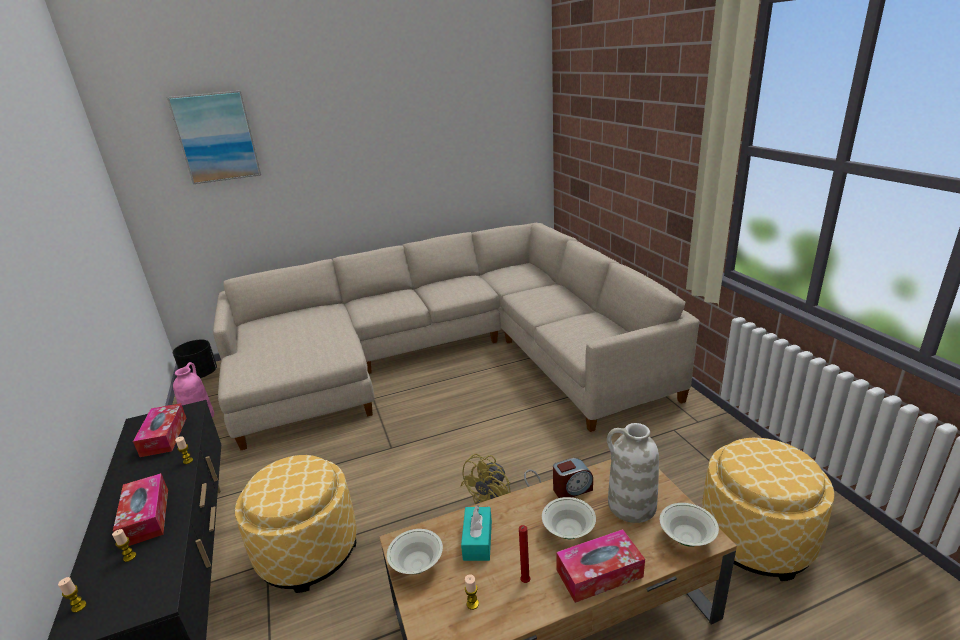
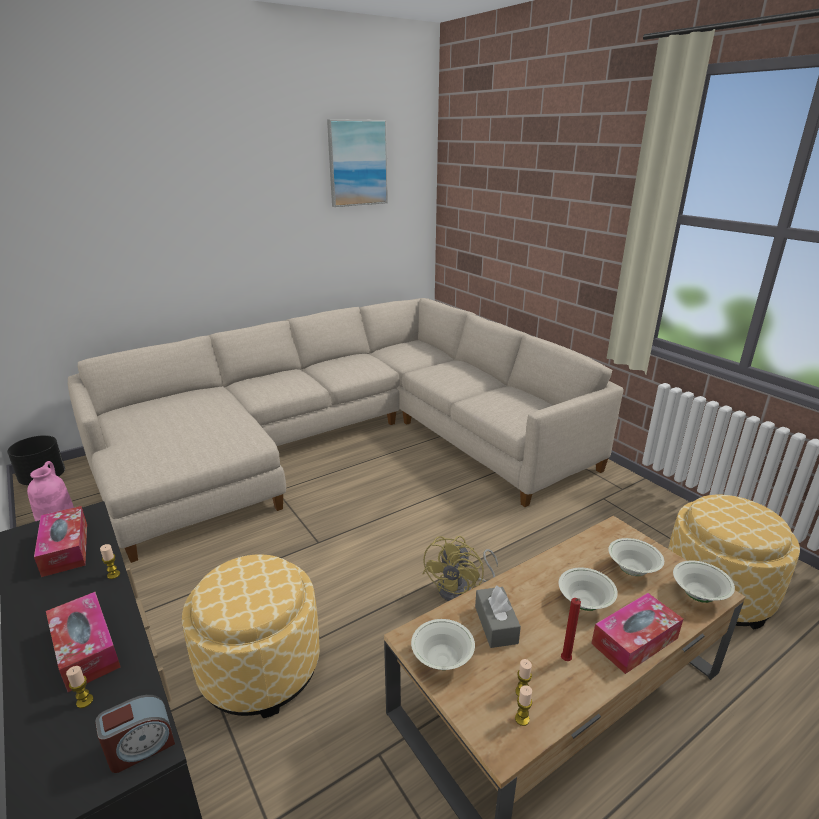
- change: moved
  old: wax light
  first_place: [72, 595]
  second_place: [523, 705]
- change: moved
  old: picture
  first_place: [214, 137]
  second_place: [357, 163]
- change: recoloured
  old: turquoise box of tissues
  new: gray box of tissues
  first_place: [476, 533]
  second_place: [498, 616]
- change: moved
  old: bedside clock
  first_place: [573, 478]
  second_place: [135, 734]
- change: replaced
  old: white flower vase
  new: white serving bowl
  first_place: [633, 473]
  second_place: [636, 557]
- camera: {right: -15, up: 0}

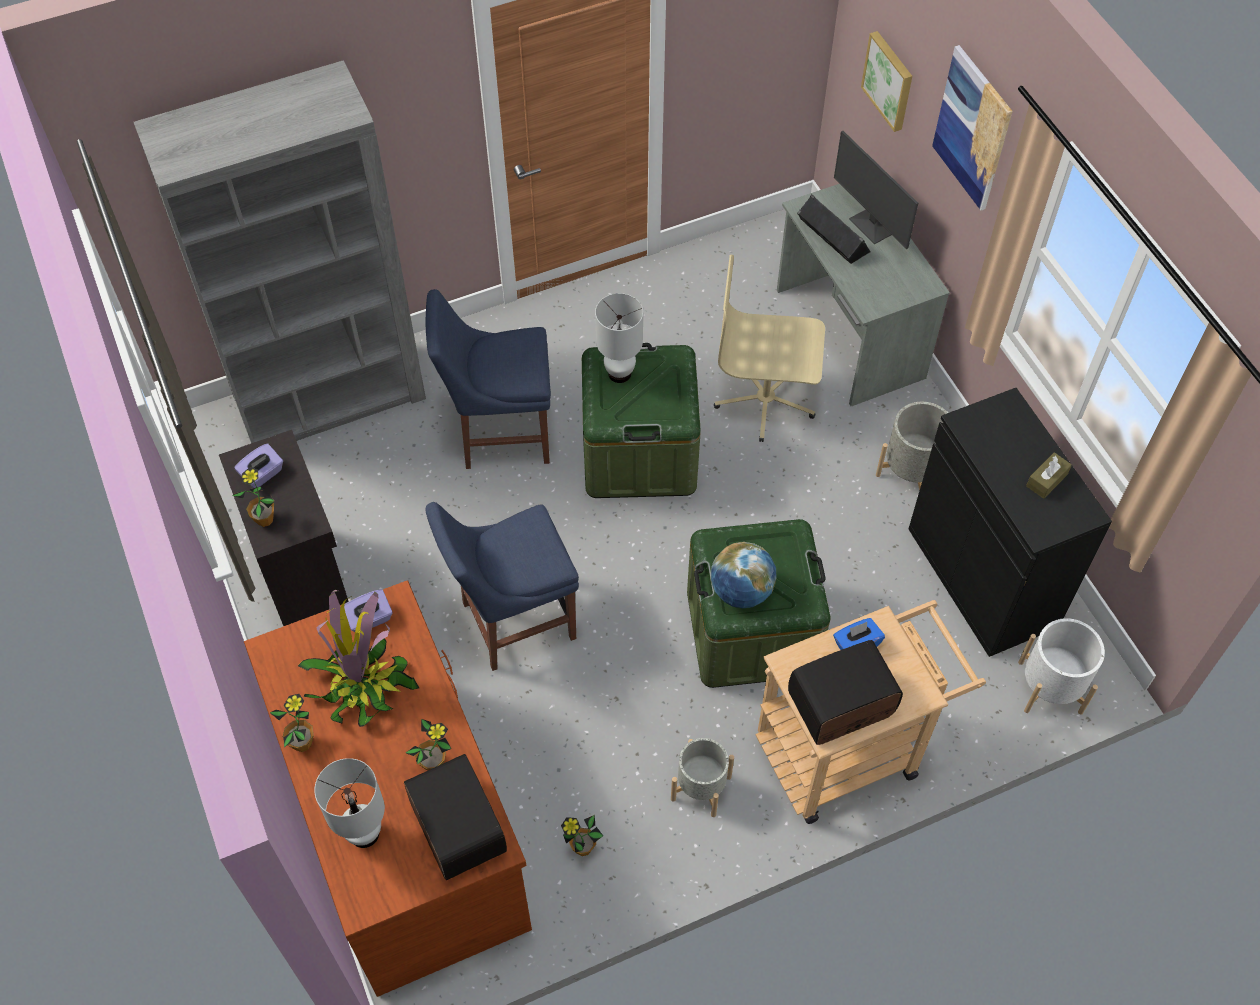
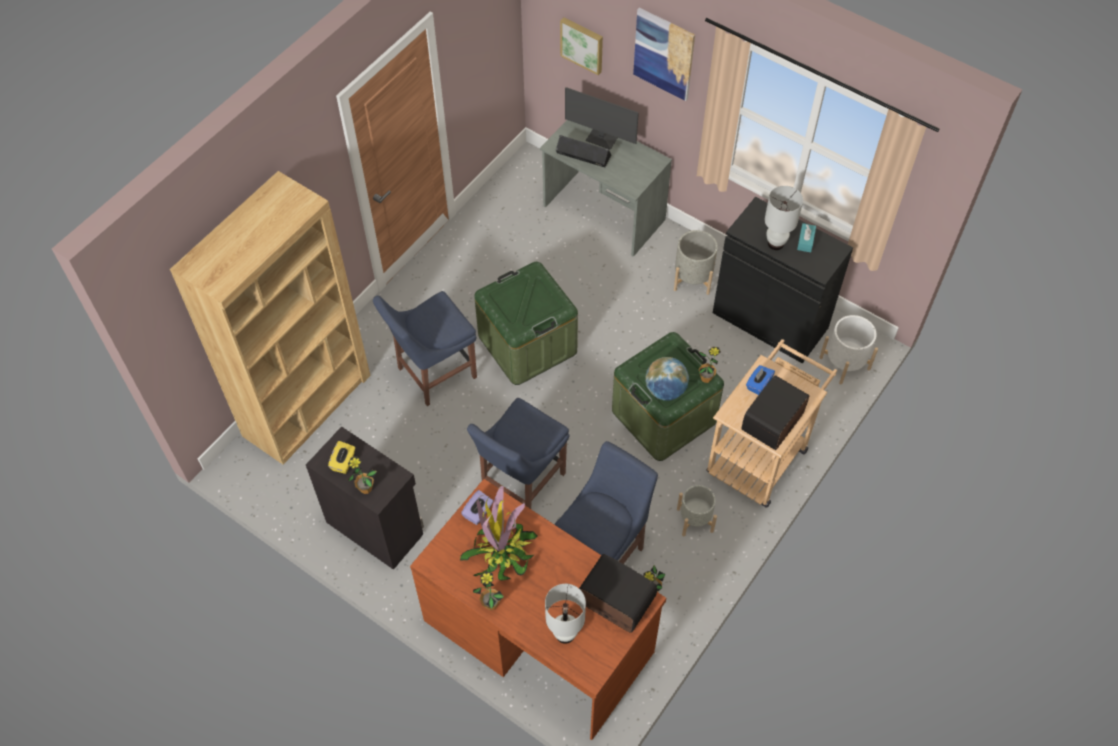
- change: recoloured
  old: gray bookshelf
  new: brown-coloured bookshelf
  first_place: [280, 251]
  second_place: [270, 317]
- change: recoloured
  old: purple box of tissues
  new: yellowish box of tissues
  first_place: [258, 465]
  second_place: [342, 457]
- change: moved
  old: potted plant
  first_place: [428, 745]
  second_place: [709, 365]
- change: moved
  old: white tabletop lamp
  first_place: [619, 338]
  second_place: [784, 218]
- change: removed
  old: beige computer chair
  first_place: [769, 348]
- change: recoloured
  old: brown-coloured box of tissues
  new: turquoise box of tissues
  first_place: [1049, 475]
  second_place: [806, 237]
- change: added
  new: blue-coloured plain chair
  second_place: [606, 502]
- camera: {right: -30, up: 0}

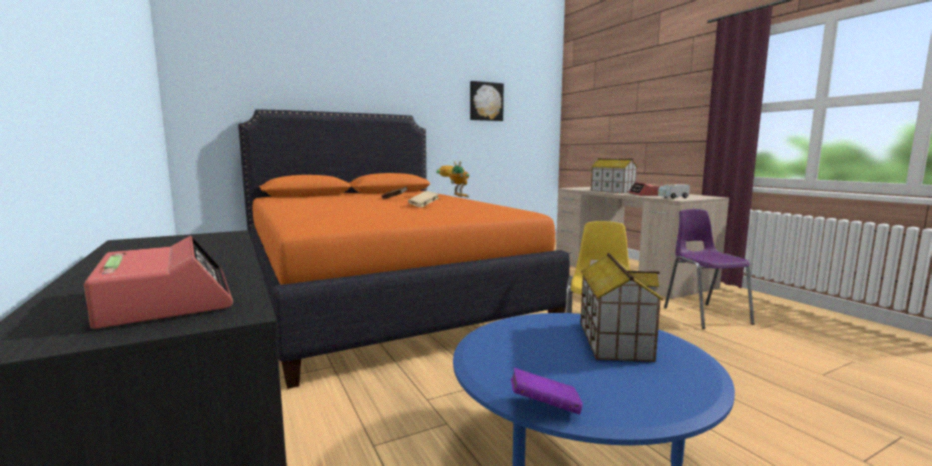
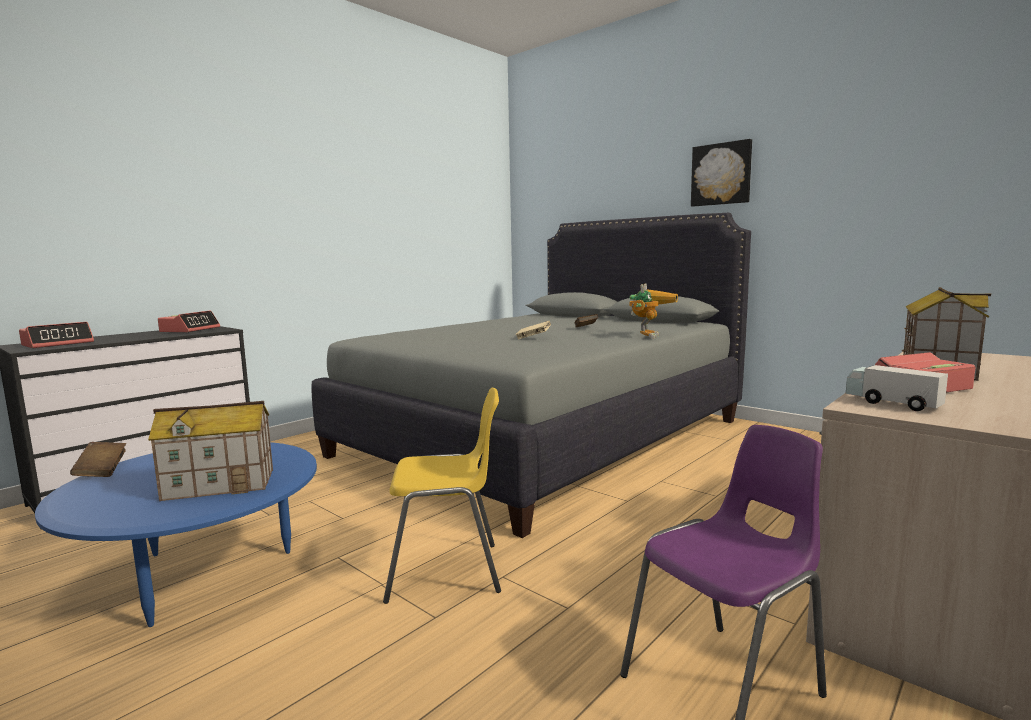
- change: recoloured
  old: orange-coloured bed
  new: gray bed
  first_place: [404, 249]
  second_place: [531, 375]
- change: moved
  old: picture
  first_place: [487, 101]
  second_place: [721, 173]
- change: recoloured
  old: purple bound book
  new: brown-coloured bound book
  first_place: [547, 391]
  second_place: [98, 459]
- change: added
  new: bedside clock
  second_place: [189, 322]
- camera: {right: 70, up: 0}

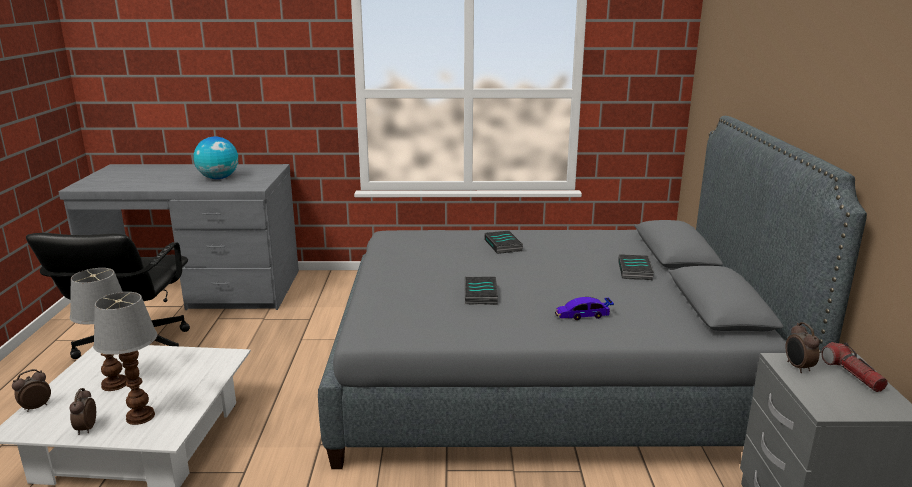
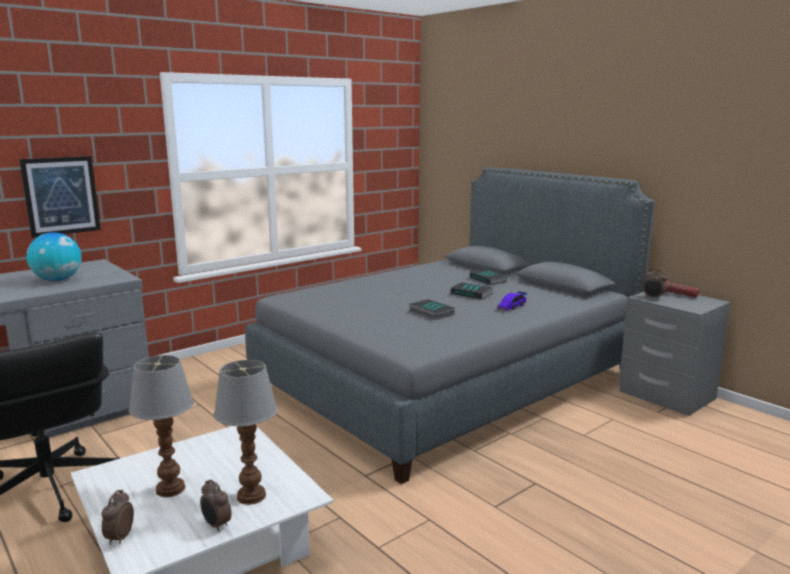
- change: moved
  old: bound book
  first_place: [503, 242]
  second_place: [472, 291]
- change: added
  new: picture
  second_place: [60, 197]
- camera: {right: -40, up: -5}

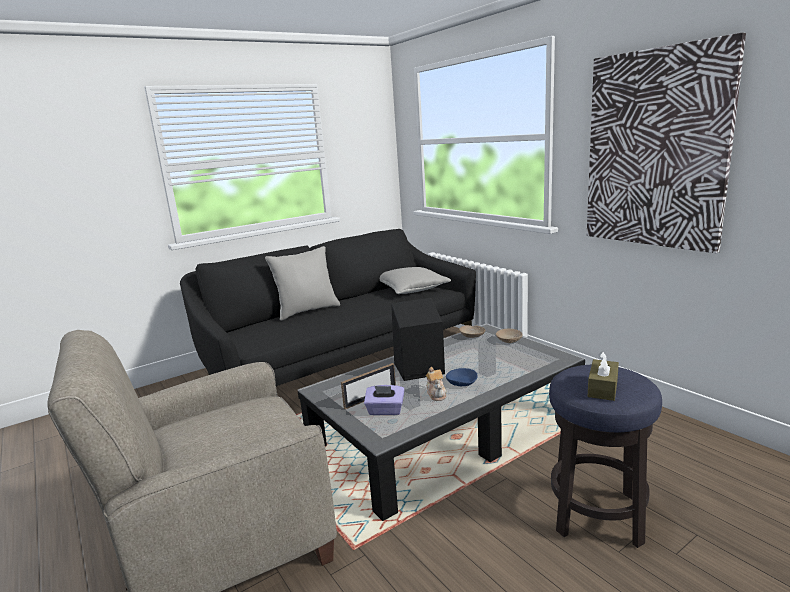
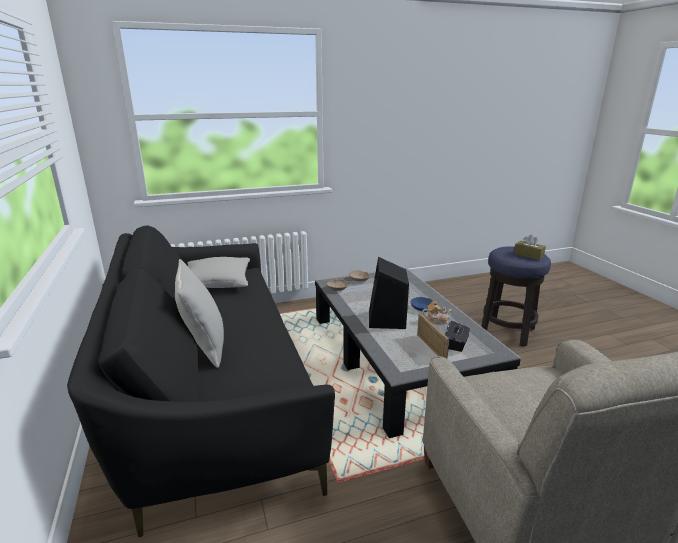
- change: recoloured
  old: purple box of tissues
  new: blackish box of tissues
  first_place: [384, 400]
  second_place: [457, 336]
- change: removed
  old: picture
  first_place: [666, 143]
- camera: {right: -75, up: 5}

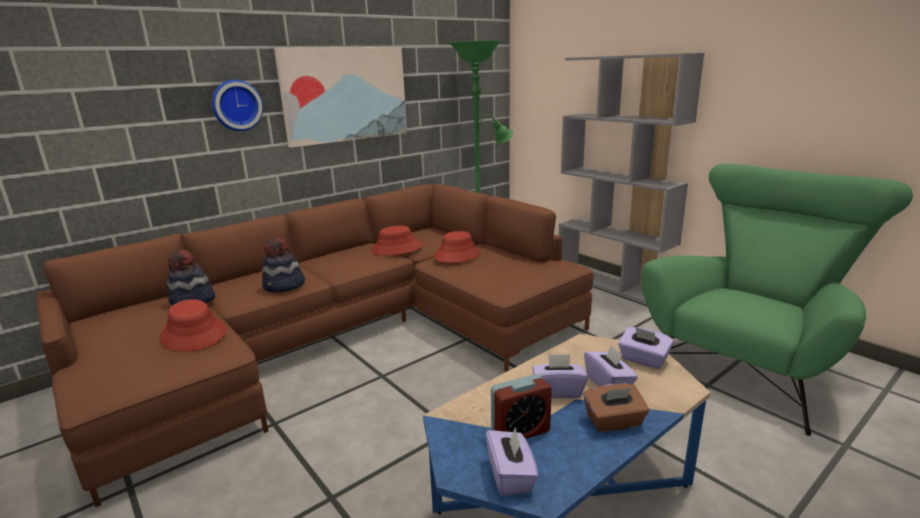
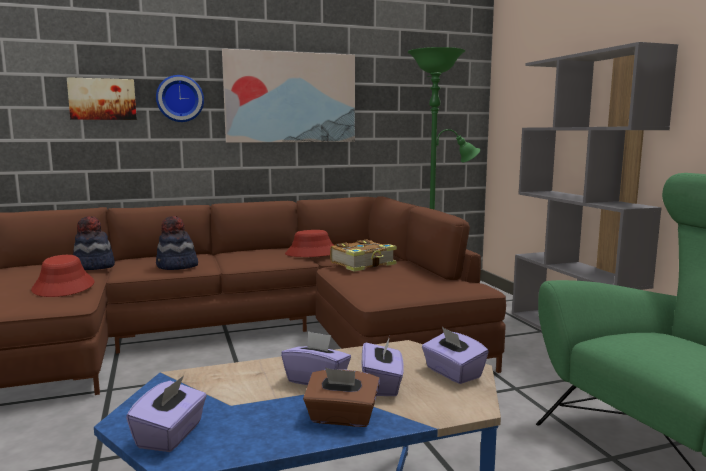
- change: replaced
  old: red-coloured clothing hat
  new: bound book
  first_place: [456, 247]
  second_place: [363, 256]
- change: removed
  old: bedside clock
  first_place: [521, 406]
- change: added
  new: picture
  second_place: [102, 98]
- camera: {right: 20, up: -10}

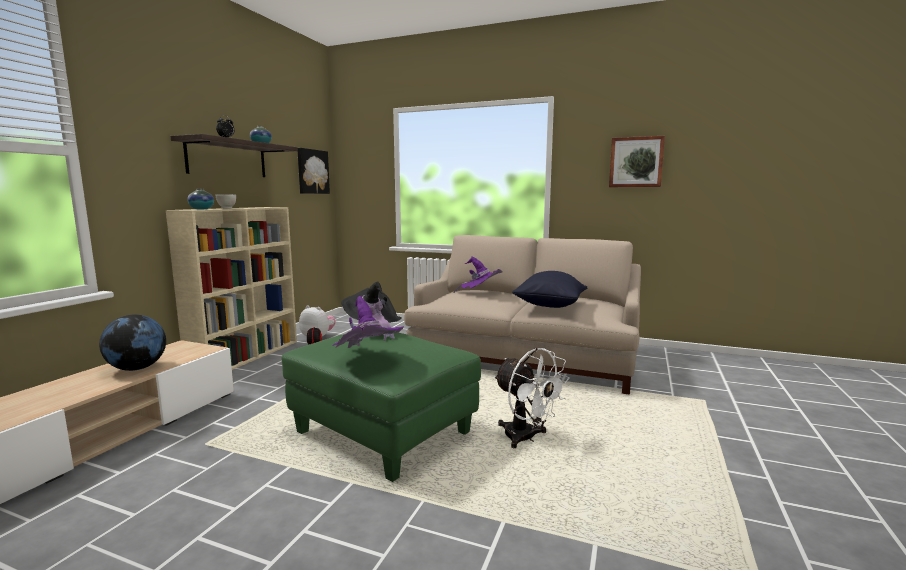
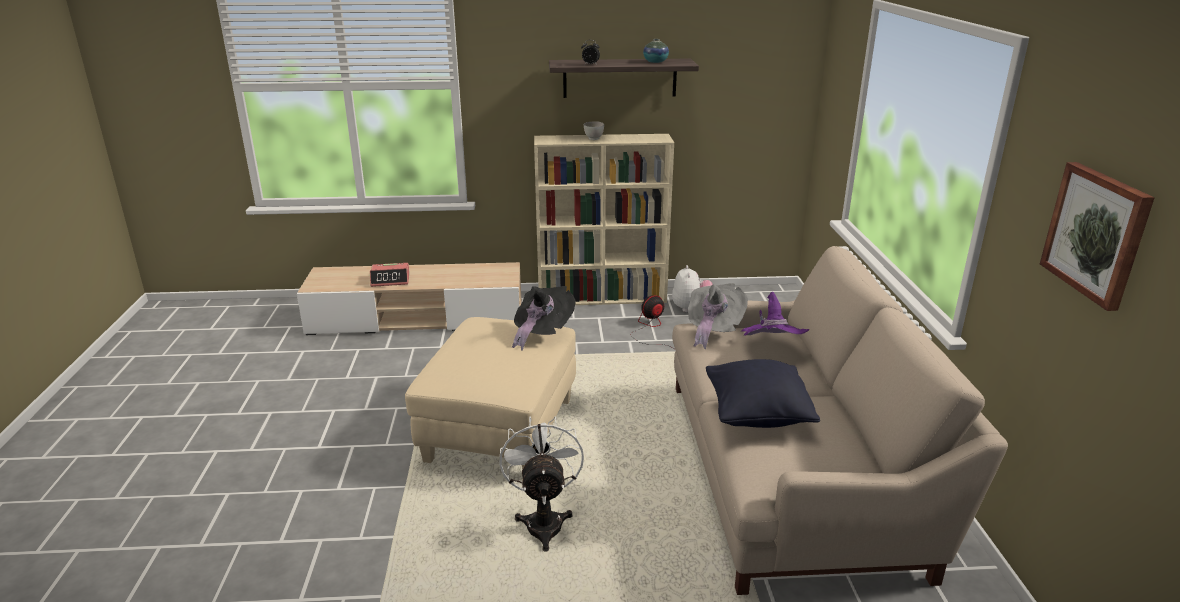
- change: removed
  old: globe
  first_place: [132, 343]
- change: removed
  old: flower vase
  first_place: [200, 198]
- change: recoloured
  old: greenish ottoman
  new: beige ottoman
  first_place: [381, 407]
  second_place: [490, 393]
- change: removed
  old: picture
  first_place: [313, 171]
- change: removed
  old: purple clothing hat
  first_place: [368, 322]
- change: turned
  old: white electric fan
  first_place: [532, 398]
  second_place: [542, 484]
  degrees: 150
- change: added
  new: bedside clock
  second_place: [390, 275]
- change: added
  new: gray clothing hat
  second_place: [718, 316]
- camera: {right: 65, up: 15}

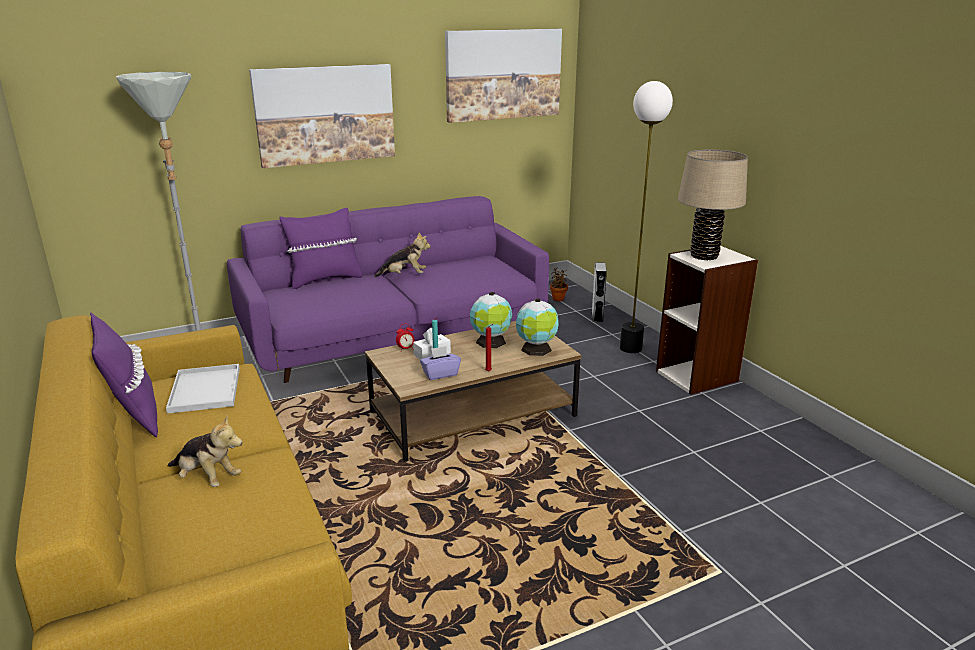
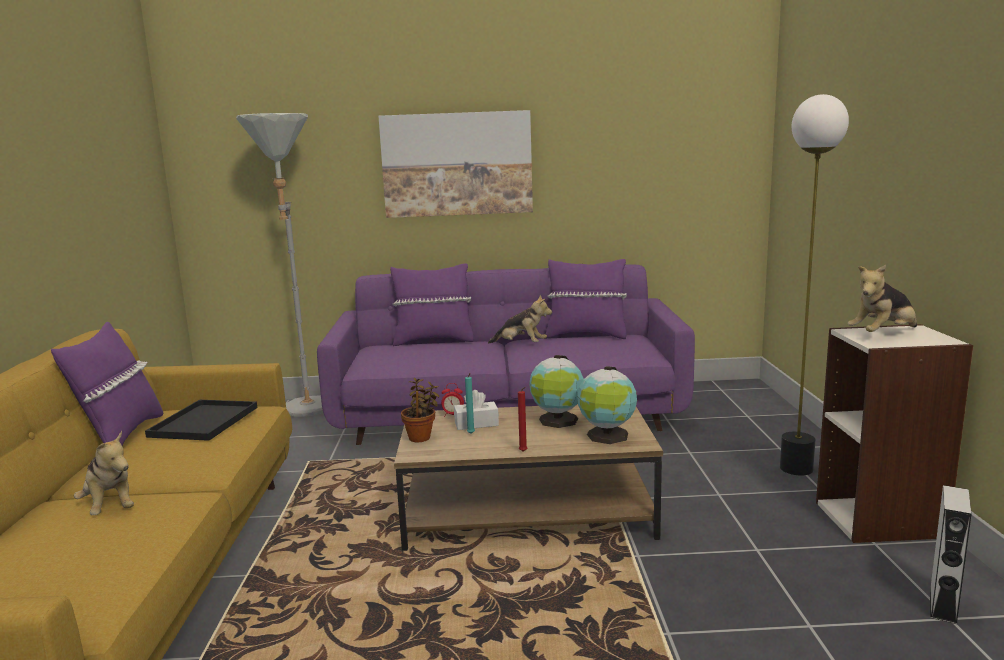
- change: recoloured
  old: white serving tray
  new: blackish serving tray
  first_place: [203, 389]
  second_place: [201, 420]
- change: removed
  old: purple box of tissues
  first_place: [440, 363]
- change: removed
  old: picture
  first_place: [503, 76]
- change: moved
  old: potted plant
  first_place: [559, 284]
  second_place: [420, 410]
- change: moved
  old: gray loudspeaker
  first_place: [599, 292]
  second_place: [951, 554]
- change: replaced
  old: beige tabletop lamp
  new: cuddly toy
  first_place: [713, 205]
  second_place: [882, 298]
- change: added
  new: purple pillow
  second_place: [586, 299]
- camera: {right: 25, up: -10}

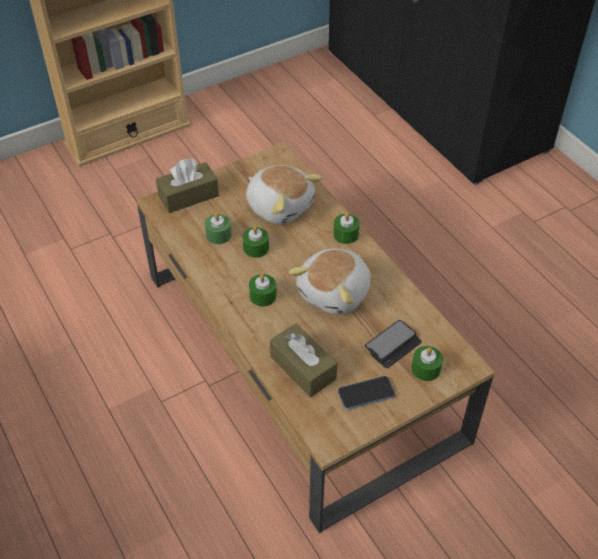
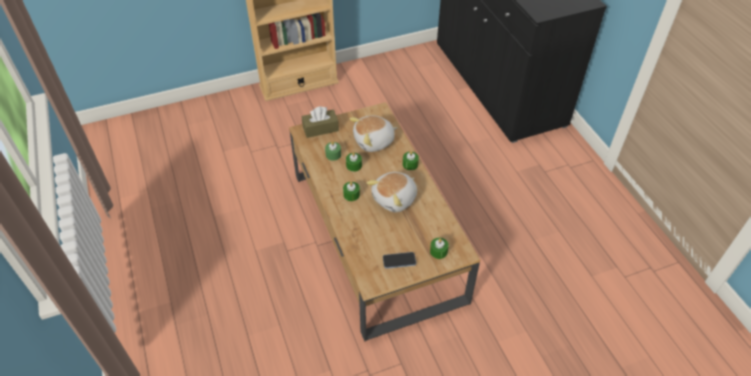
- change: turned
  old: cuddly toy
  first_place: [284, 194]
  second_place: [373, 134]
  degrees: 105
- change: removed
  old: brown-coloured box of tissues
  first_place: [303, 360]
- change: removed
  old: handset
  first_place: [393, 344]
- camera: {right: 10, up: 0}

